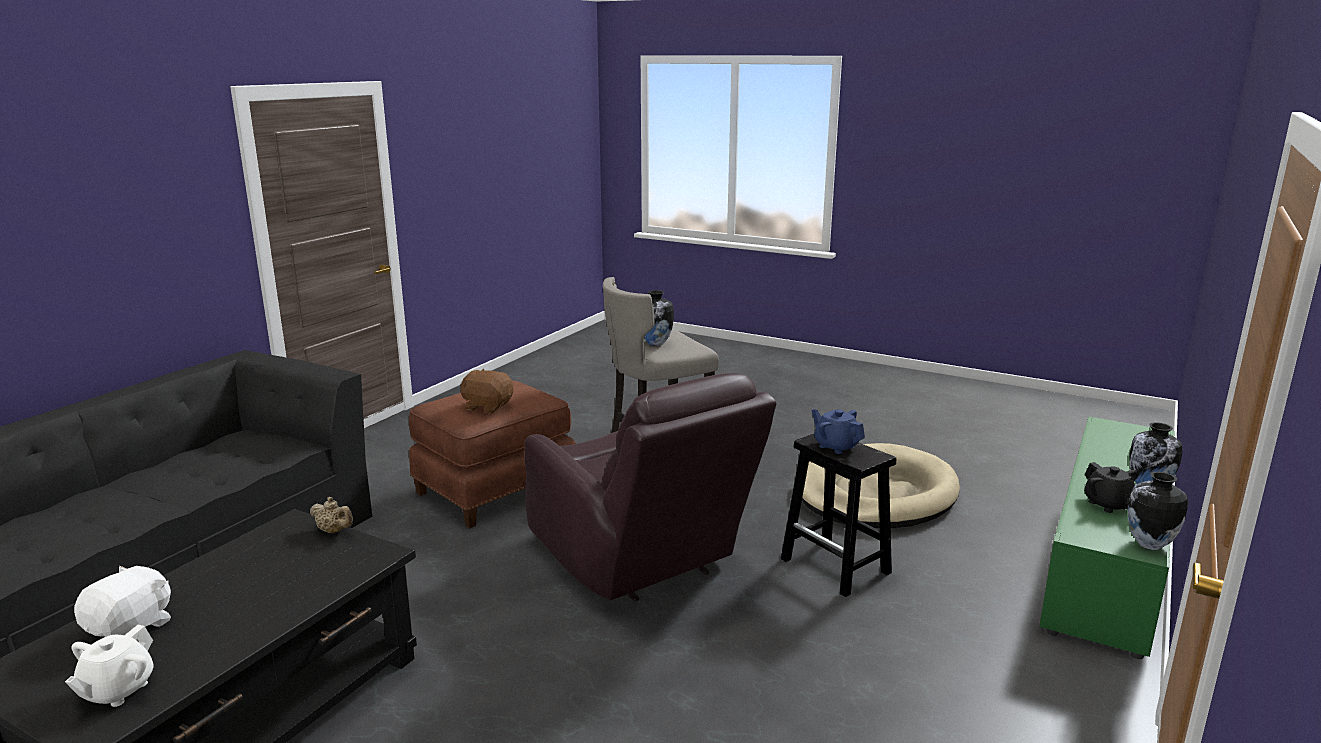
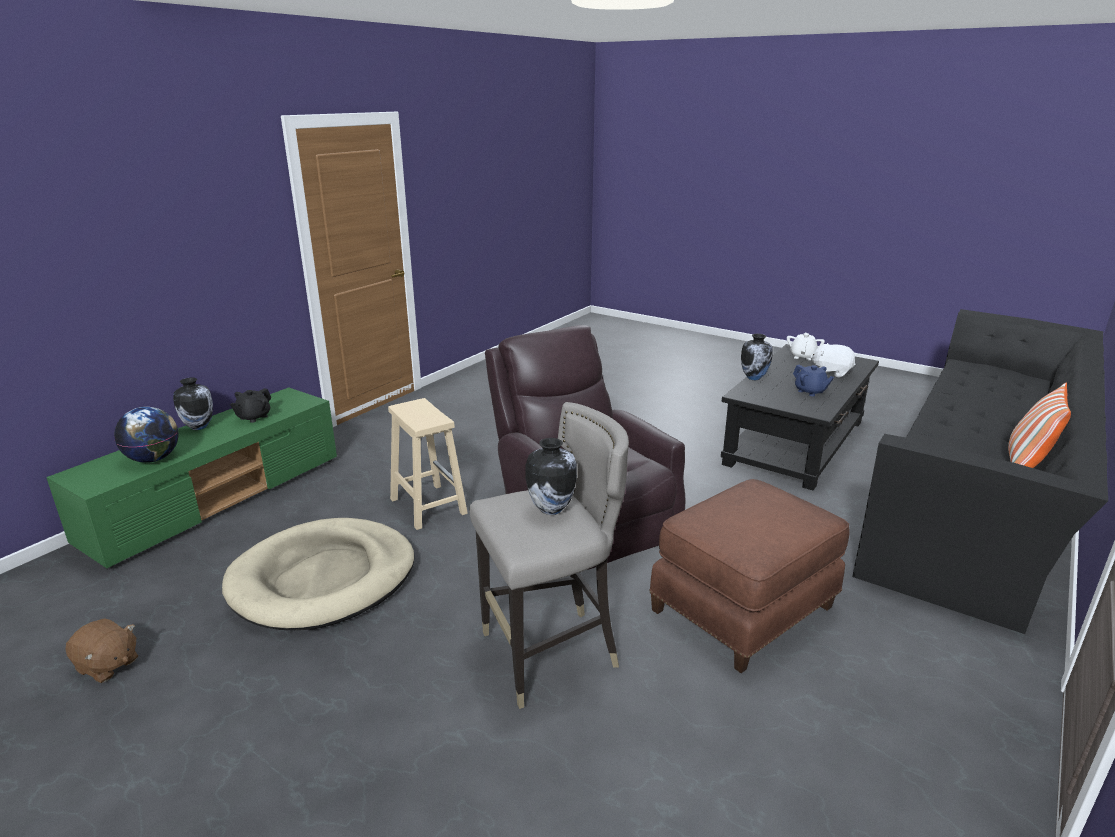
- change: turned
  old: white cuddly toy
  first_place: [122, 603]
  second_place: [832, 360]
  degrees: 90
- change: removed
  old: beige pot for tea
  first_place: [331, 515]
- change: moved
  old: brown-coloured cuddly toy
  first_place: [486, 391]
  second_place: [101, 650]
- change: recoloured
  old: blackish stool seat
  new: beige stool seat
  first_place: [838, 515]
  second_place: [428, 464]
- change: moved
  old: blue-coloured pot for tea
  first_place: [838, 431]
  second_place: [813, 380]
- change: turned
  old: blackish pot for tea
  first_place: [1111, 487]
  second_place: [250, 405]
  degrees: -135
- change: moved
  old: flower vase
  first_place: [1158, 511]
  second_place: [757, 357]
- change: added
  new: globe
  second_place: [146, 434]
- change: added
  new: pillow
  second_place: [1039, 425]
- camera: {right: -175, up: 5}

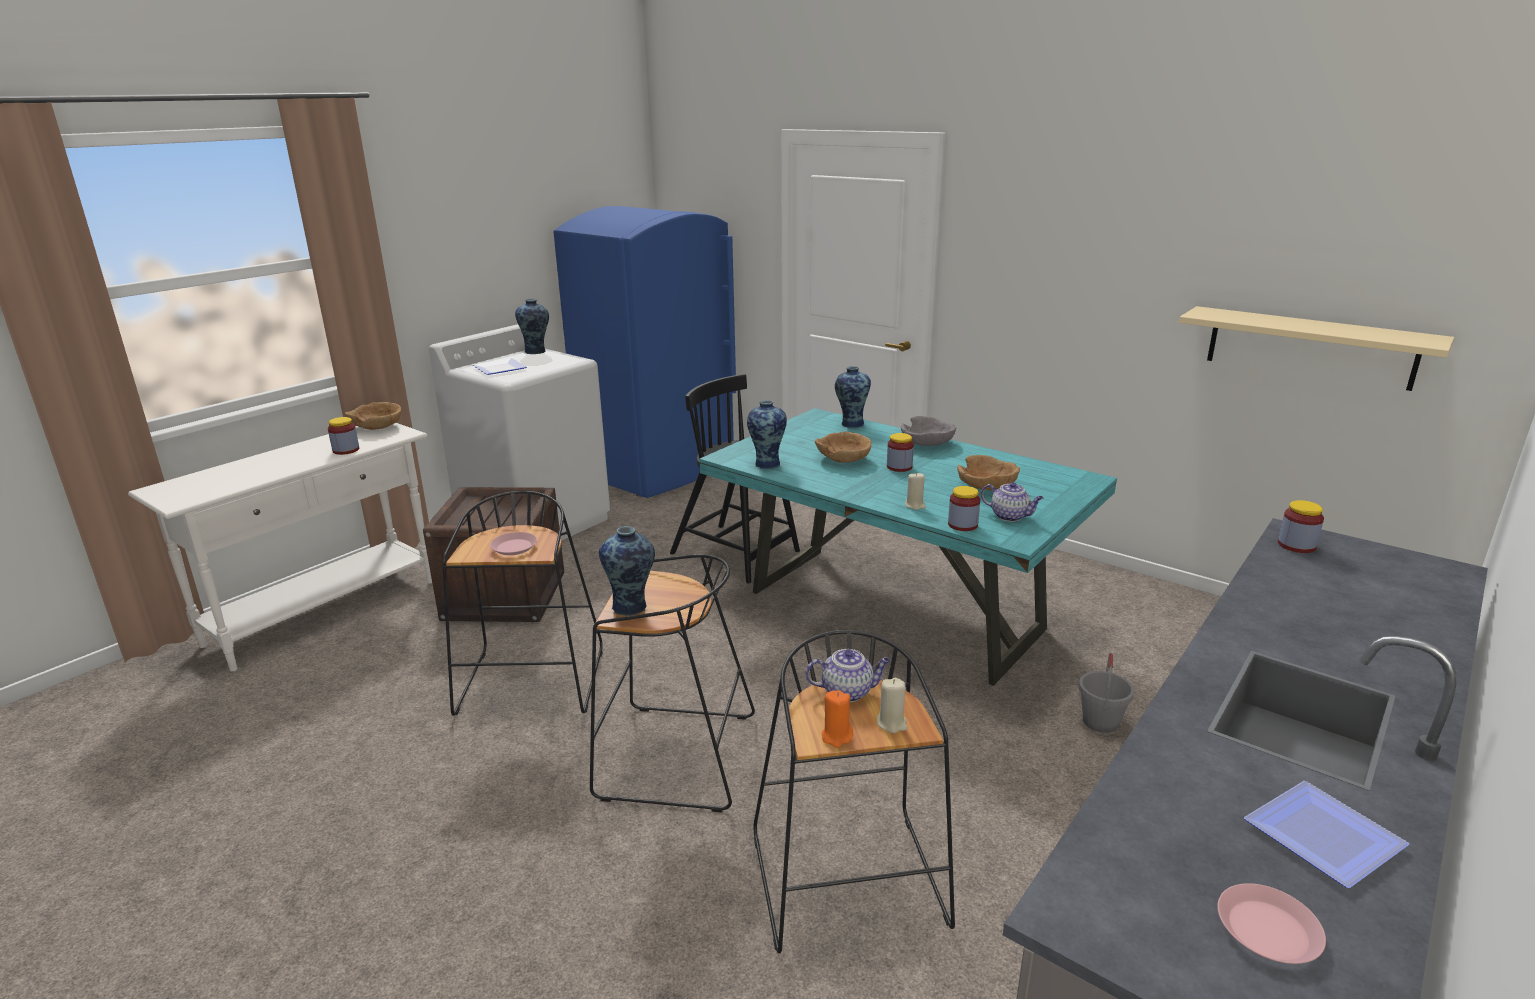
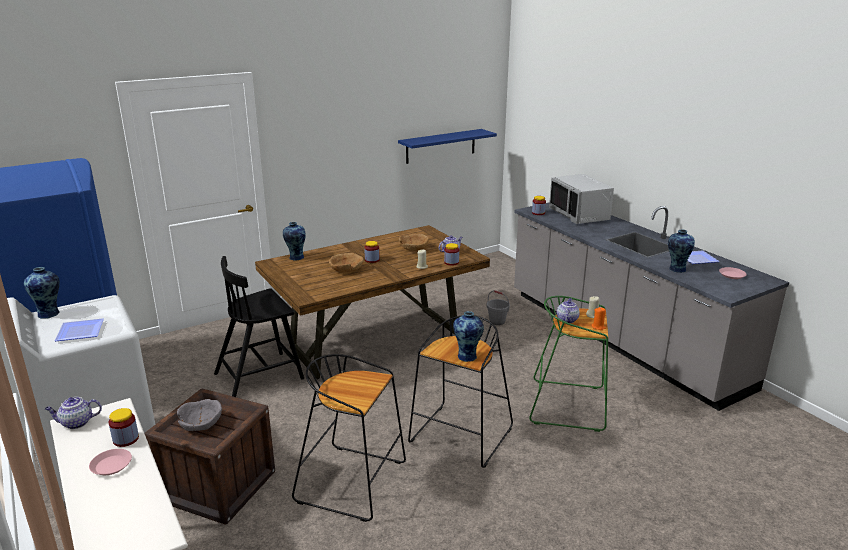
- change: replaced
  old: brown-coloured serving bowl
  new: pot for tea
  first_place: [373, 416]
  second_place: [73, 413]
- change: moved
  old: pink-coloured flat dish
  first_place: [513, 543]
  second_place: [110, 462]
- change: recoloured
  old: turquoise dinner table
  new: brown-coloured dinner table
  first_place: [908, 547]
  second_place: [372, 302]
- change: moved
  old: flower vase
  first_place: [767, 434]
  second_place: [681, 251]
- change: recoloured
  old: blackish stool seat
  new: greenish stool seat
  first_place: [854, 792]
  second_place: [568, 364]
- change: moved
  old: gray serving bowl
  first_place: [928, 431]
  second_place: [199, 415]
- change: recoloured
  old: beige wall shelf
  new: blue-coloured wall shelf
  first_place: [1317, 348]
  second_place: [447, 146]
- change: added
  new: gray microwave oven
  second_place: [581, 199]
- camera: {right: -70, up: 0}

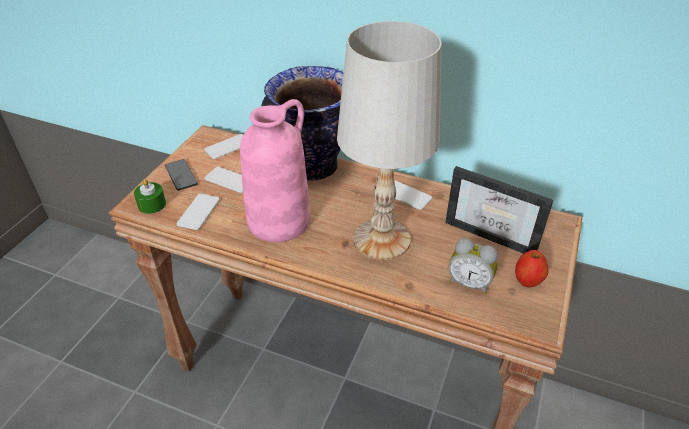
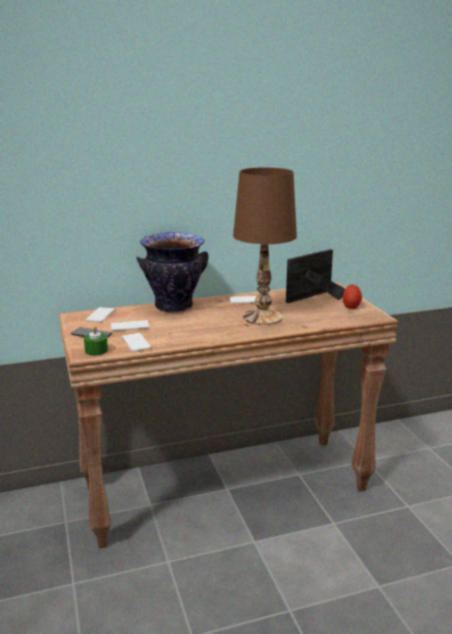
- change: removed
  old: pink-coloured flower vase
  first_place: [275, 170]
- change: recoloured
  old: white tabletop lamp
  new: brown-coloured tabletop lamp
  first_place: [389, 140]
  second_place: [265, 246]
- change: turned
  old: picture frame
  first_place: [499, 210]
  second_place: [315, 276]
  degrees: 150
- change: removed
  old: bedside clock
  first_place: [473, 266]
- camera: {right: -40, up: -20}

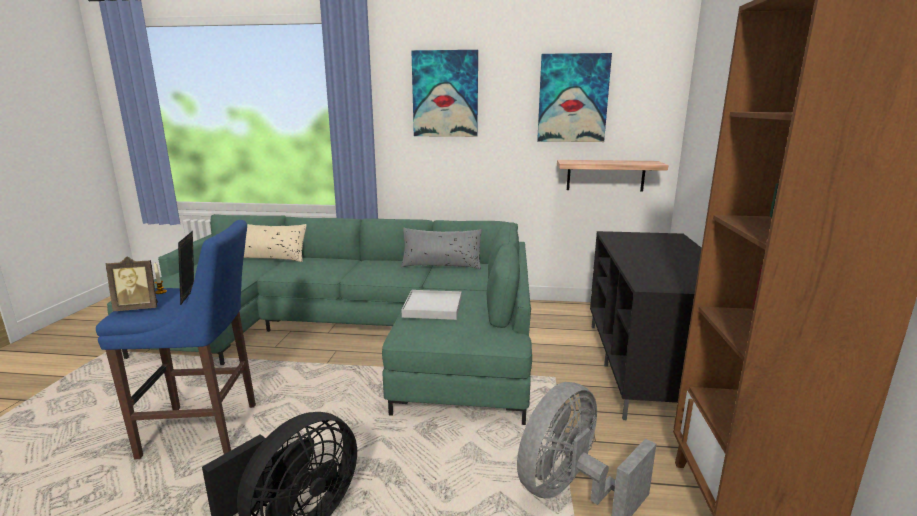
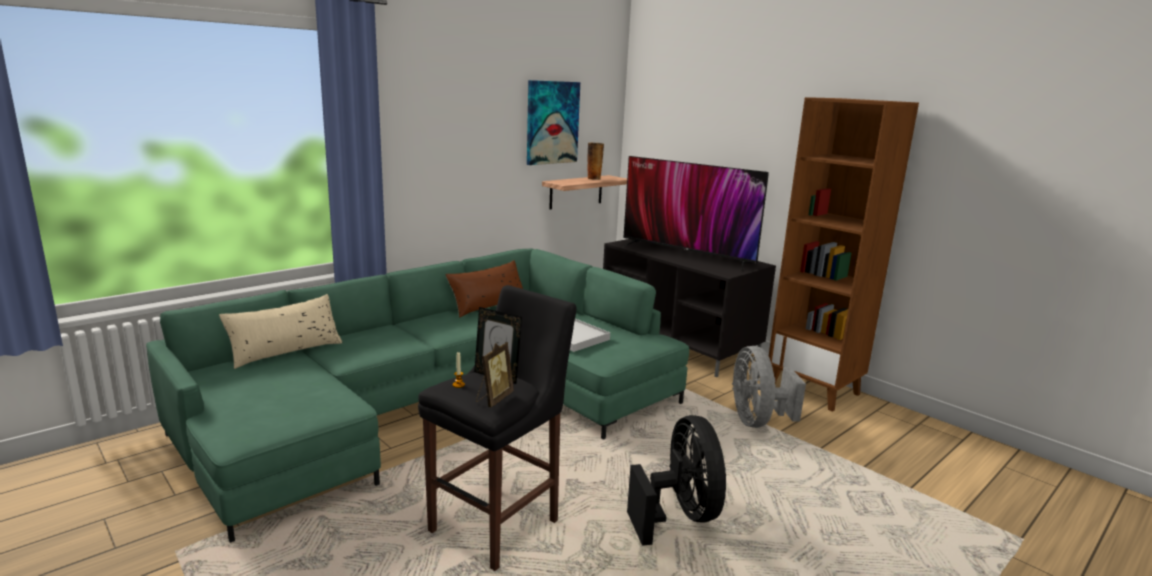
- change: recoloured
  old: blue-coloured stool seat
  new: blackish stool seat
  first_place: [176, 339]
  second_place: [497, 428]
- change: recoloured
  old: gray pillow
  new: brown-coloured pillow
  first_place: [441, 248]
  second_place: [484, 289]
- change: removed
  old: picture
  first_place: [444, 93]
- change: added
  new: flower vase
  second_place: [595, 161]
- change: added
  new: TV
  second_place: [696, 214]
- camera: {right: -50, up: 0}

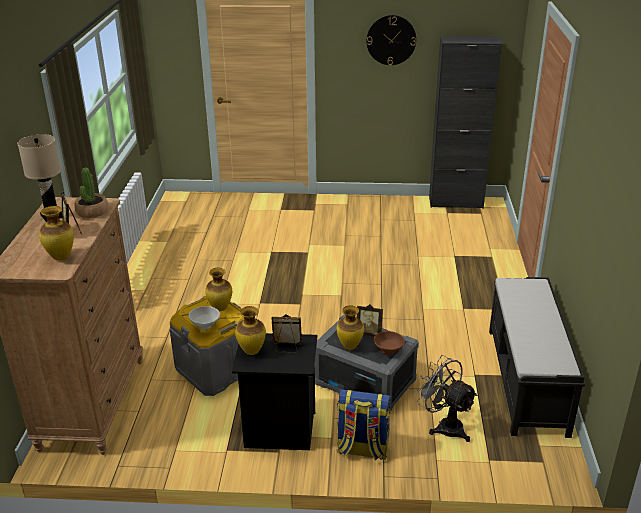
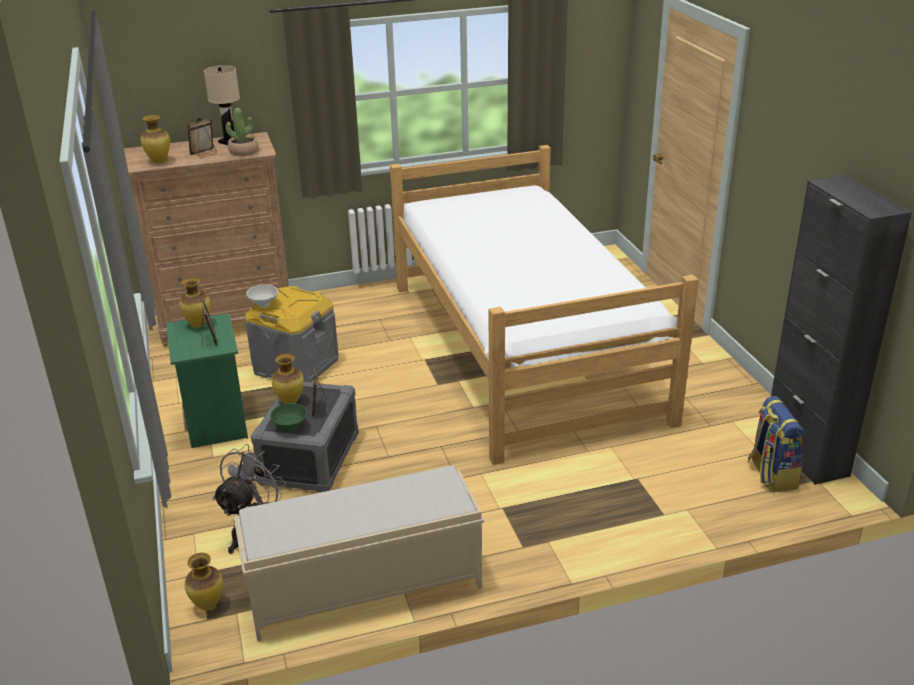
- change: moved
  old: flower vase
  first_place: [218, 289]
  second_place: [203, 582]
- change: recoloured
  old: blackish nightstand
  new: greenish nightstand
  first_place: [274, 391]
  second_place: [207, 380]
- change: moved
  old: backpack
  first_place: [364, 425]
  second_place: [775, 444]
- change: removed
  old: hanging clock
  first_place: [391, 40]
- change: recoloured
  old: brown-coloured serving bowl
  new: greenish serving bowl
  first_place: [389, 343]
  second_place: [288, 417]
- change: recoloured
  old: blackish indoor bench
  new: beige indoor bench
  first_place: [537, 357]
  second_place: [359, 553]
- change: added
  new: bed
  second_place: [544, 305]
- camera: {right: 70, up: 0}

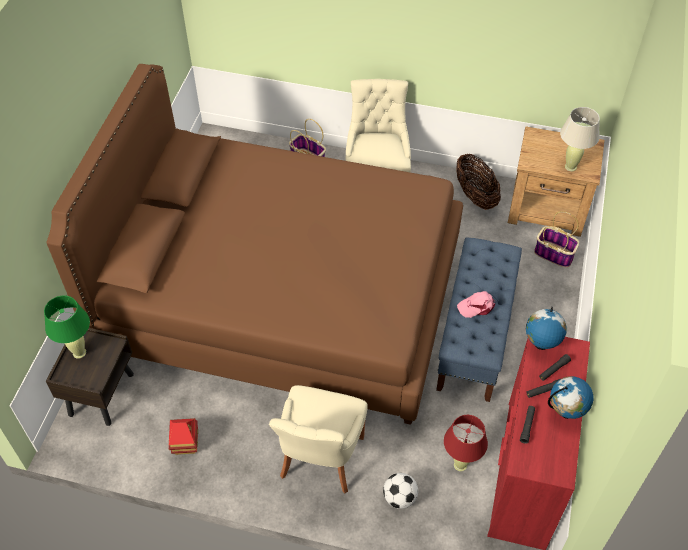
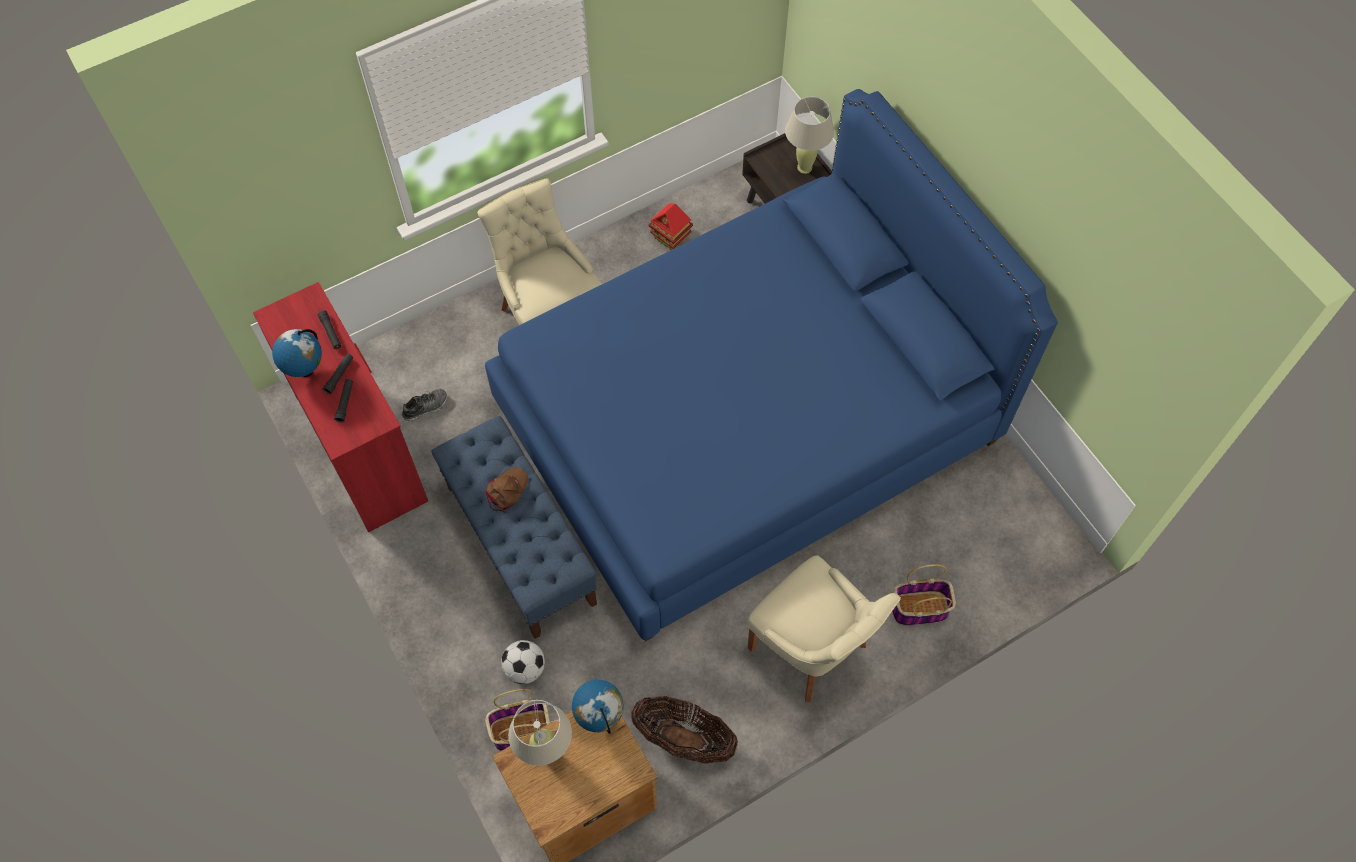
- change: recoloured
  old: greenish tabletop lamp
  new: beige tabletop lamp
  first_place: [67, 327]
  second_place: [809, 135]
- change: recoloured
  old: brown-coloured bed
  new: blue-coloured bed
  first_place: [254, 244]
  second_place: [771, 365]
- change: moved
  old: football
  first_place: [400, 491]
  second_place: [523, 662]
- change: replaced
  old: red-coloured tabletop lamp
  new: shoe
  first_place: [466, 443]
  second_place: [424, 405]
- change: recoloured
  old: pink-coloured baseball cap
  new: brown-coloured baseball cap
  first_place: [476, 304]
  second_place: [507, 490]
- change: moved
  old: globe
  first_place: [546, 328]
  second_place: [598, 707]
- camera: {right: 135, up: 10}

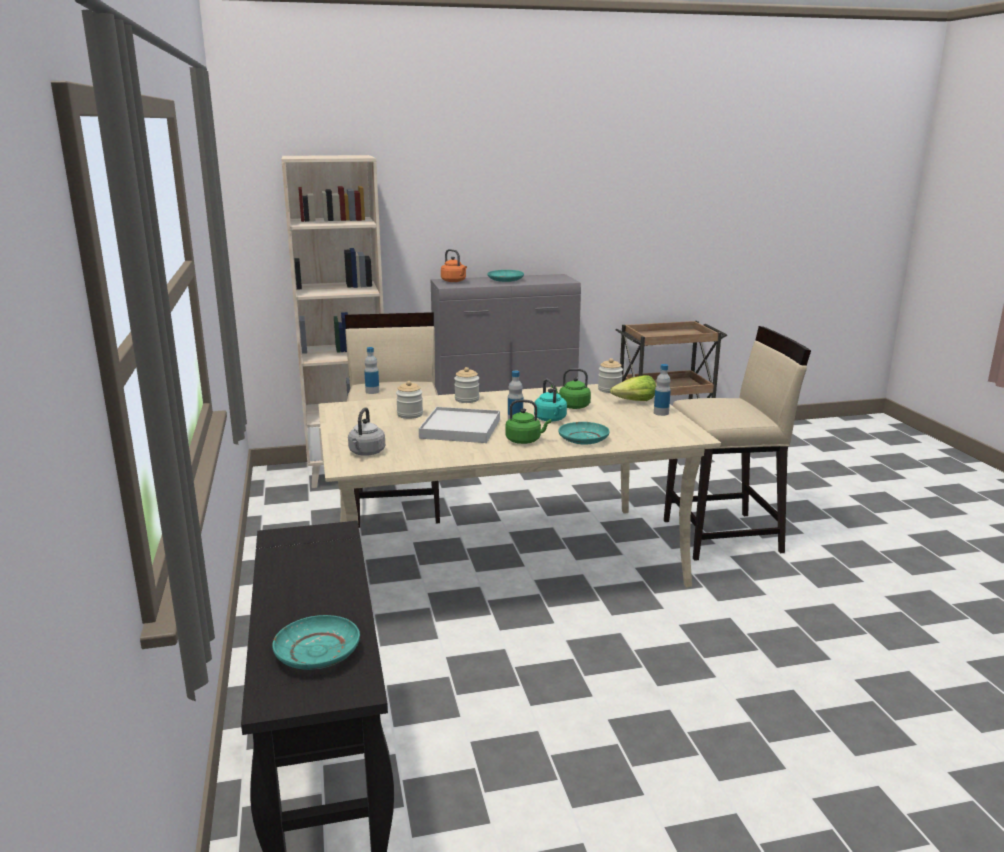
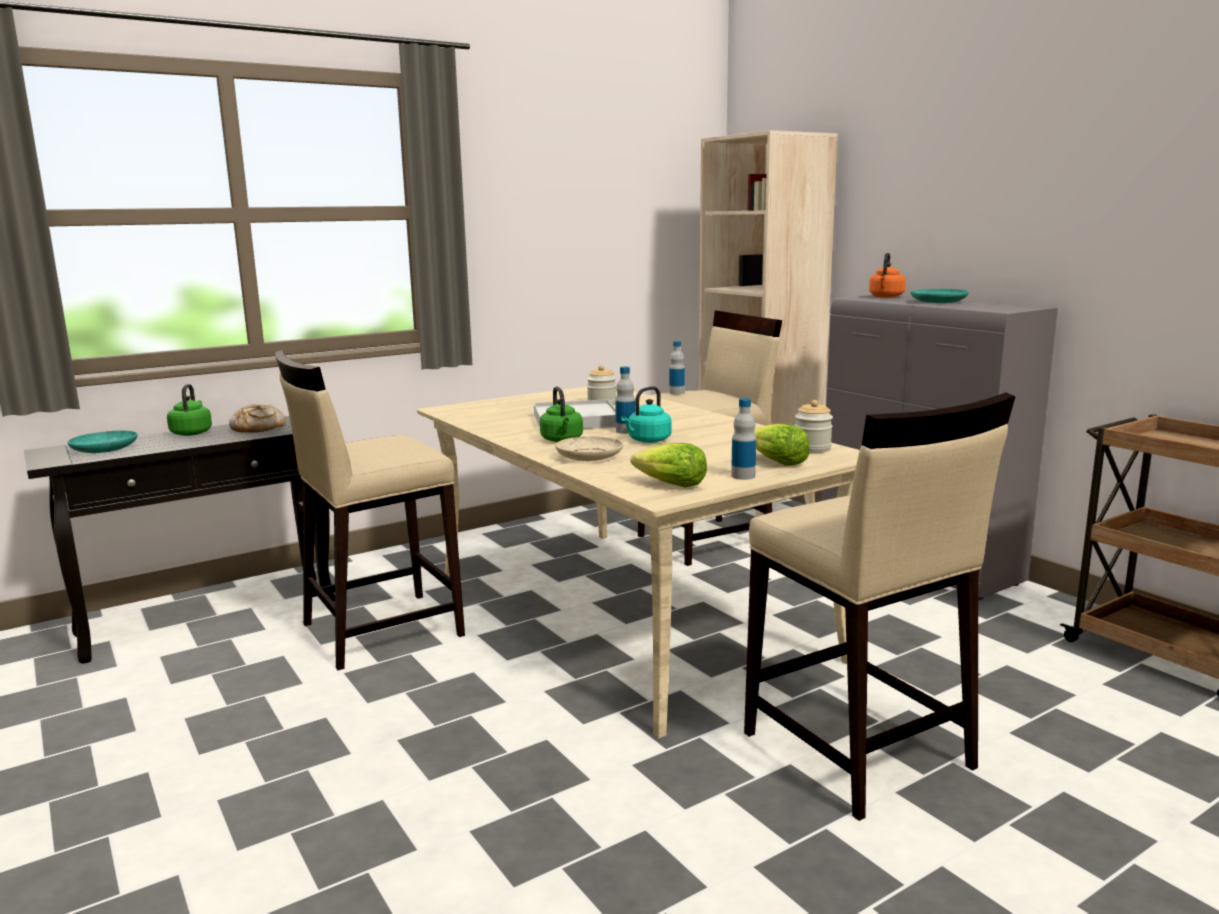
- change: removed
  old: gray water kettle
  first_place: [366, 431]
- change: removed
  old: storage jar
  first_place: [466, 385]
- change: moved
  old: greenish water kettle
  first_place: [571, 388]
  second_place: [189, 410]
- change: recoloured
  old: turquoise flat dish
  new: beige flat dish
  first_place: [584, 433]
  second_place: [589, 448]
- change: added
  new: bread
  second_place: [257, 418]
- change: added
  new: beige stool seat
  second_place: [370, 510]
- change: added
  new: lettuce head
  second_place: [668, 465]
- camera: {right: 70, up: -5}

